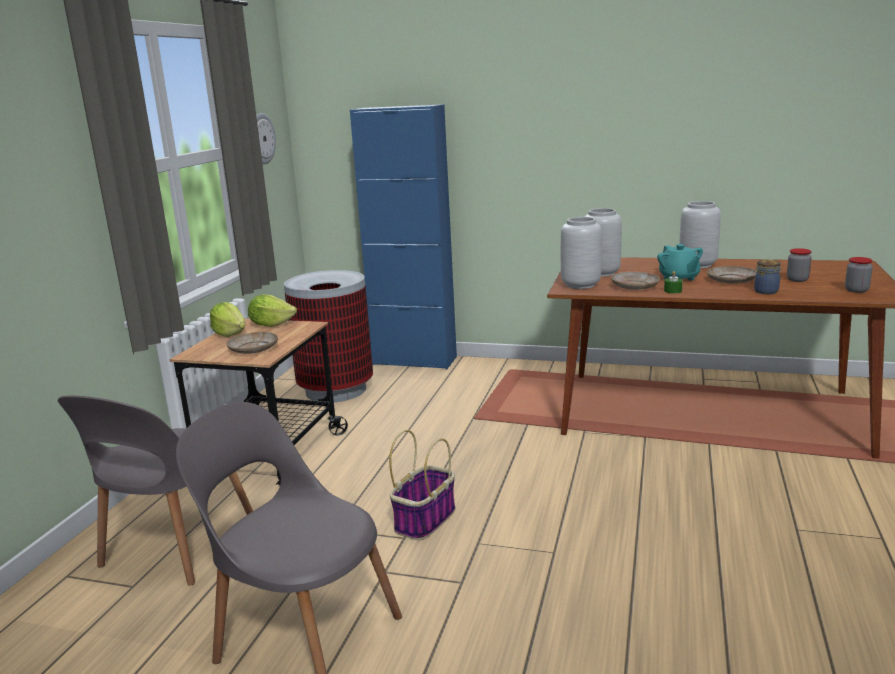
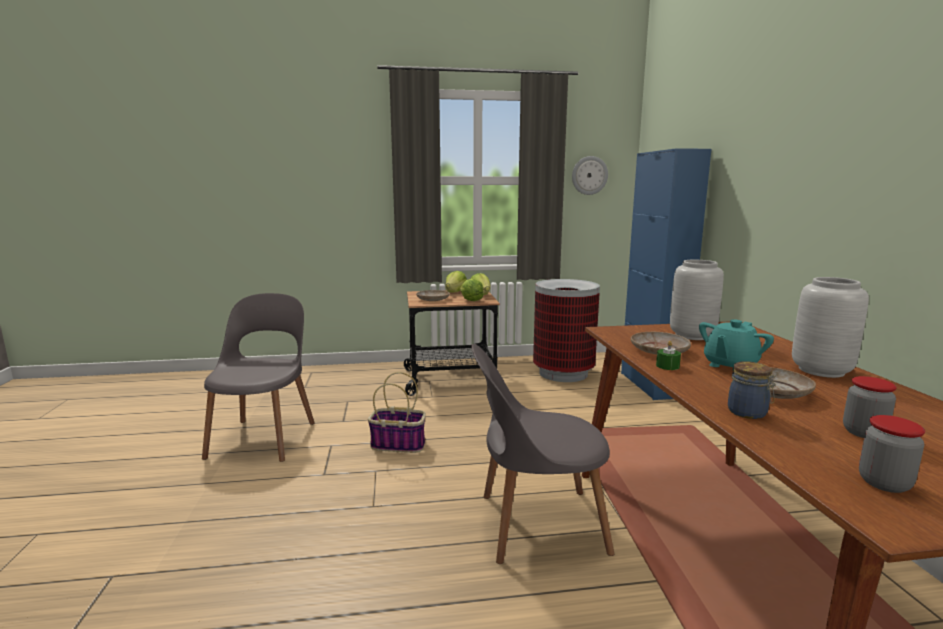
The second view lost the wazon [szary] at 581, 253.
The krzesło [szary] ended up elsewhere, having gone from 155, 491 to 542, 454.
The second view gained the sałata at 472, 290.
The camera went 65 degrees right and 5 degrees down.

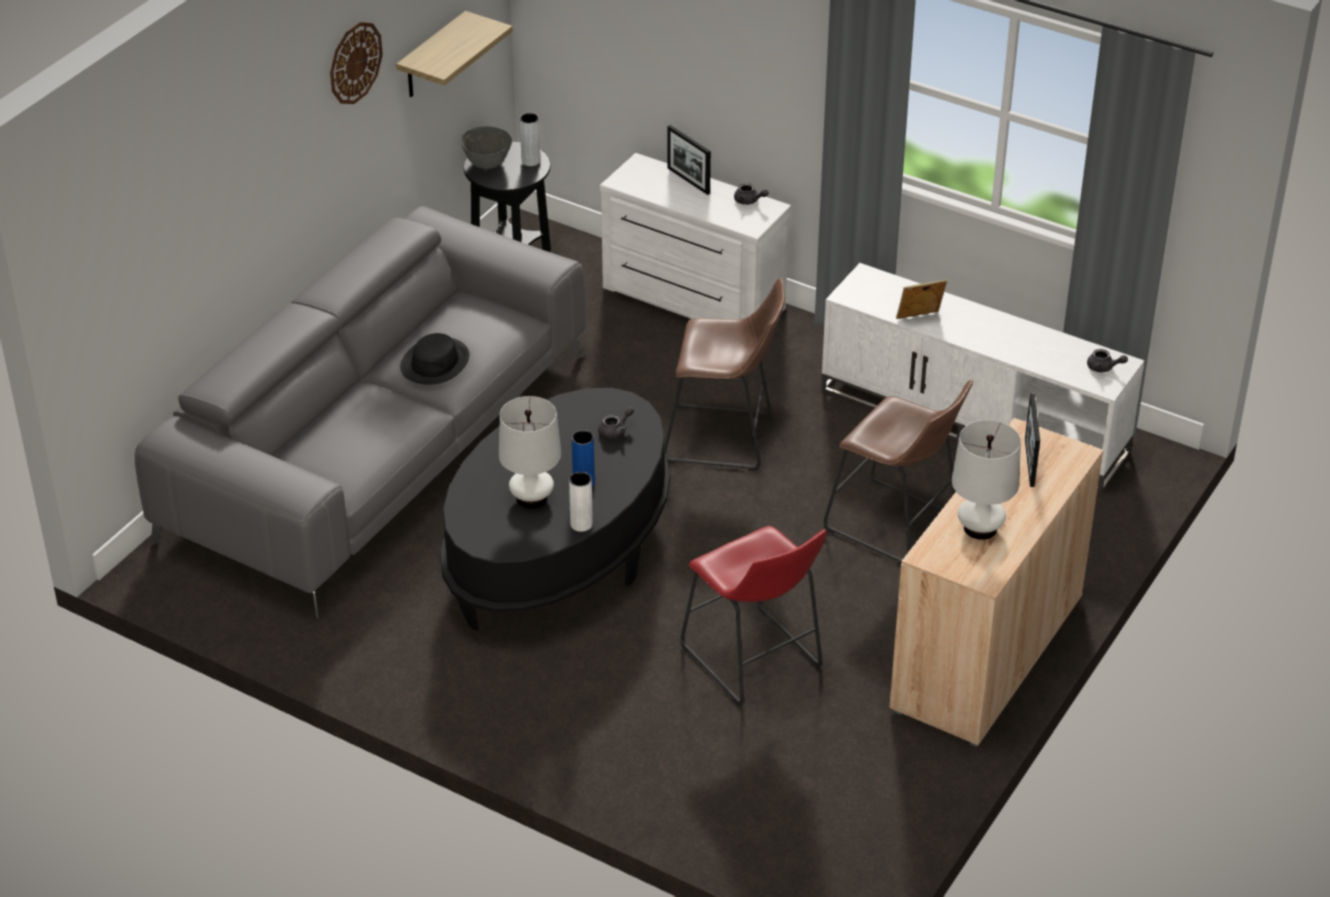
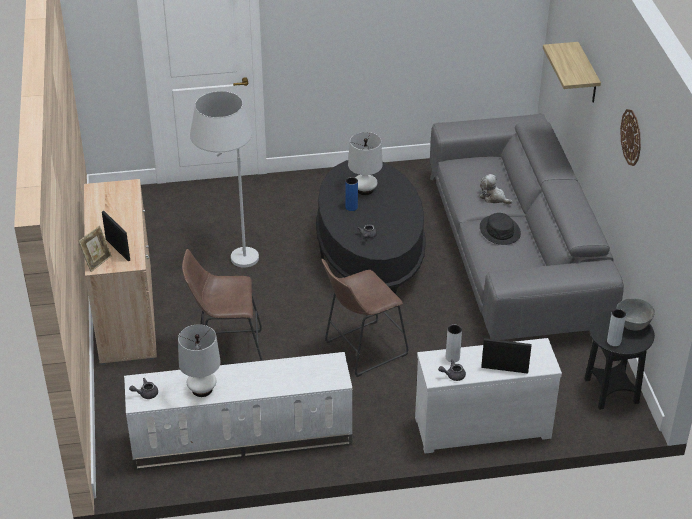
The półka ended up elsewhere, having gone from 454, 54 to 572, 72.
The ramka na zdjęcie ended up elsewhere, having gone from 921, 299 to 95, 249.
The lampa stołowa [biały] ended up elsewhere, having gone from 986, 480 to 199, 360.
The wazon [biały] ended up elsewhere, having gone from 581, 502 to 454, 343.
Where the stołek [czerwony] stood at 754, 616, the lampa stojąca [biały] came to stand at 224, 179.
The second view gained the pluszak at 496, 189.
The camera went 140 degrees right and 0 degrees up.

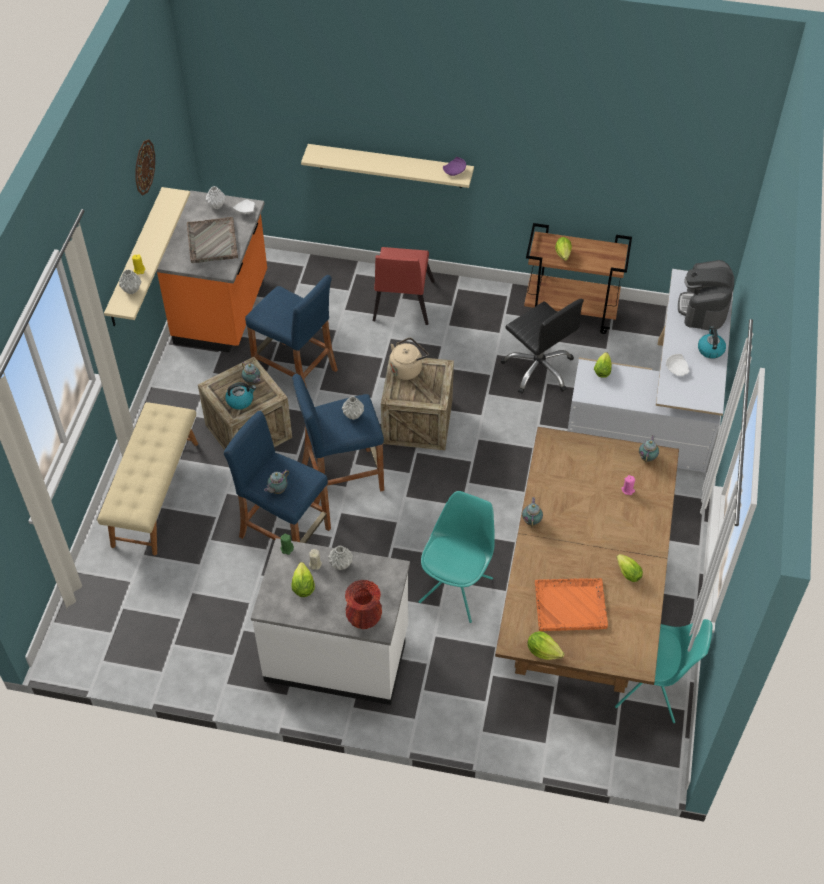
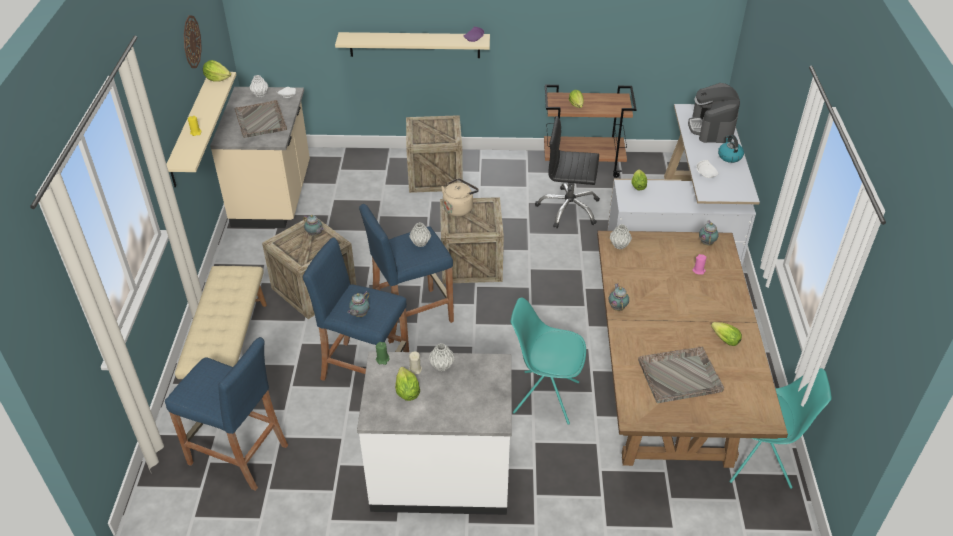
What was the zabudowa kuchenna [pomarańczowy] at 211, 272 turned into the zabudowa kuchenna [beżowy] at 260, 157.
Where the krzesło [czerwony] stood at 404, 286, the skrzynka came to stand at 434, 154.
The wazon [szary] ended up elsewhere, having gone from 130, 281 to 621, 236.
The stołek [niebieski] ended up elsewhere, having gone from 291, 331 to 226, 414.
The krzesło biurowe [czarny] at 542, 346 ended up facing another way, 150 degrees clockwise from before.
The second view lost the czajnik at 240, 396.
The krzesło [turkusowy] at 457, 557 ended up facing another way, 90 degrees counterclockwise from before.
What was the taca [pomarańczowy] at 571, 604 turned into the taca [szary] at 681, 375.
The second view lost the wazon [czerwony] at 363, 604.
The sałata ended up elsewhere, having gone from 545, 645 to 217, 71.
The camera went 10 degrees left and 10 degrees down.

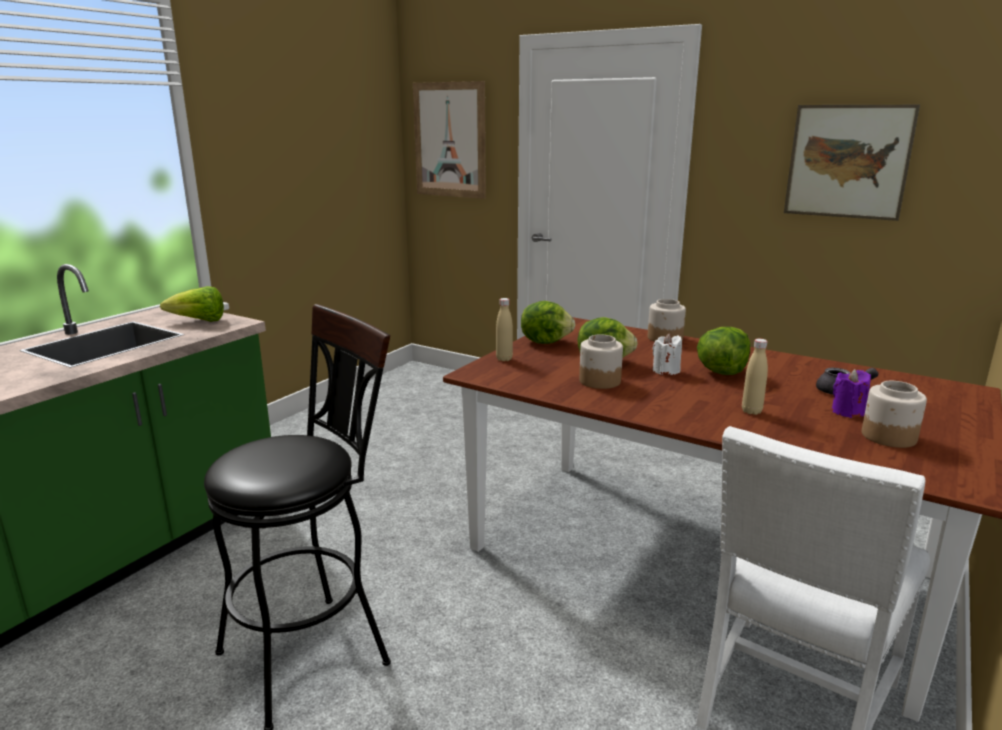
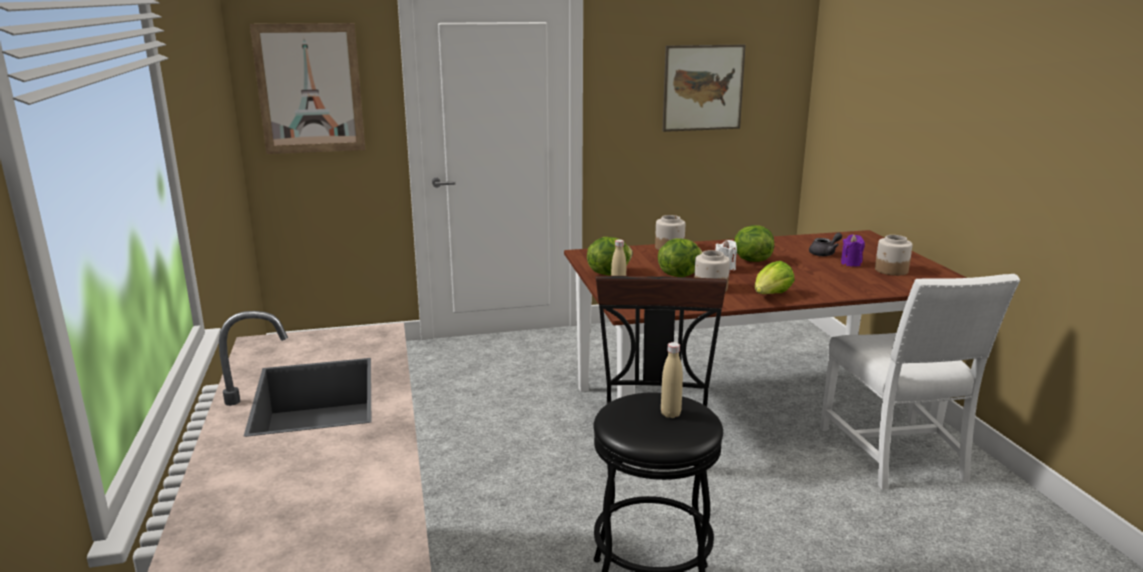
The sałata ended up elsewhere, having gone from 192, 304 to 775, 277.
The butelka [beżowy] ended up elsewhere, having gone from 755, 377 to 672, 380.
The camera went 45 degrees left and 0 degrees up.

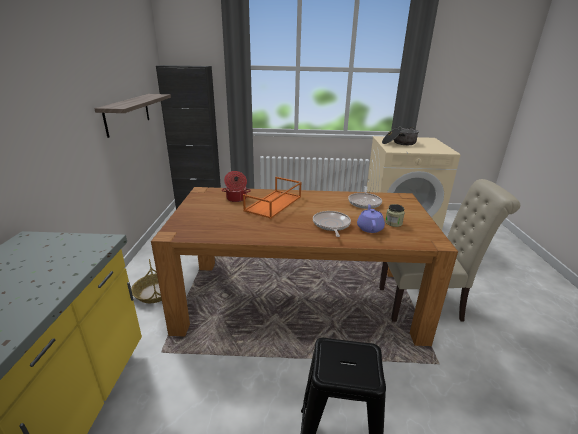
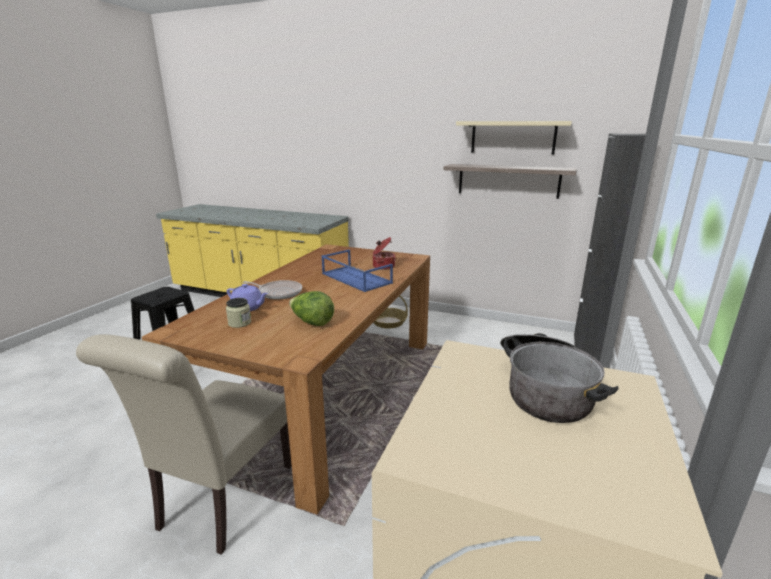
What was the taca [pomarańczowy] at 272, 198 turned into the taca [niebieski] at 357, 271.
Where the patelnia stood at 365, 197, the sałata came to stand at 311, 308.
The second view gained the półka [beżowy] at 514, 137.
The camera went 110 degrees right and 5 degrees down.

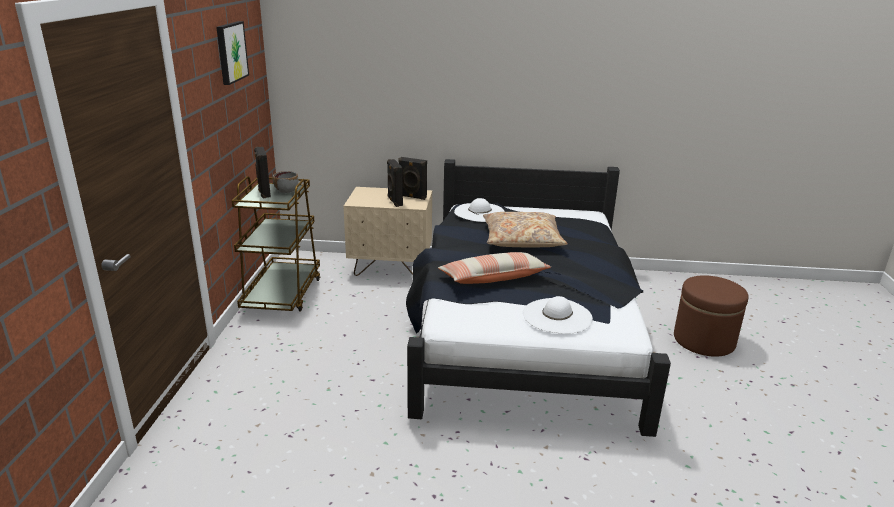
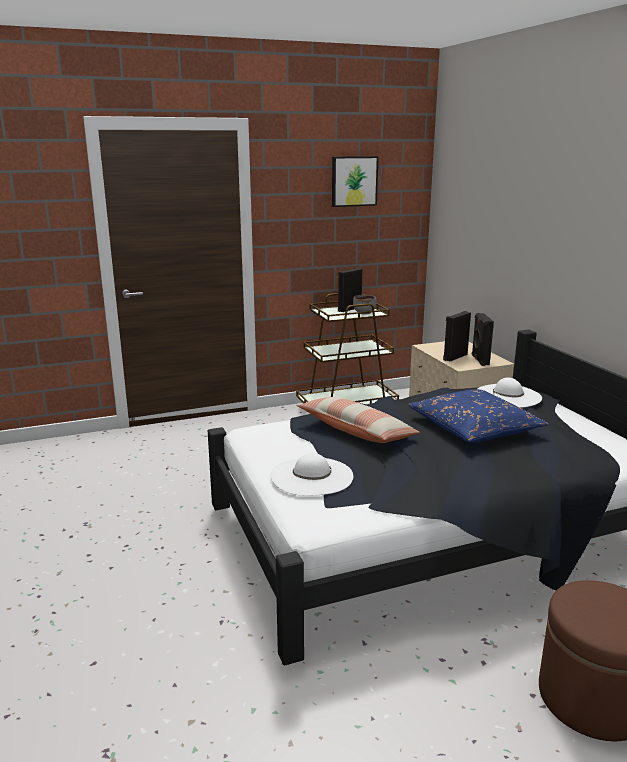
What was the poduszka [beżowy] at 525, 230 turned into the poduszka [niebieski] at 478, 415.
The camera went 65 degrees right and 5 degrees down.

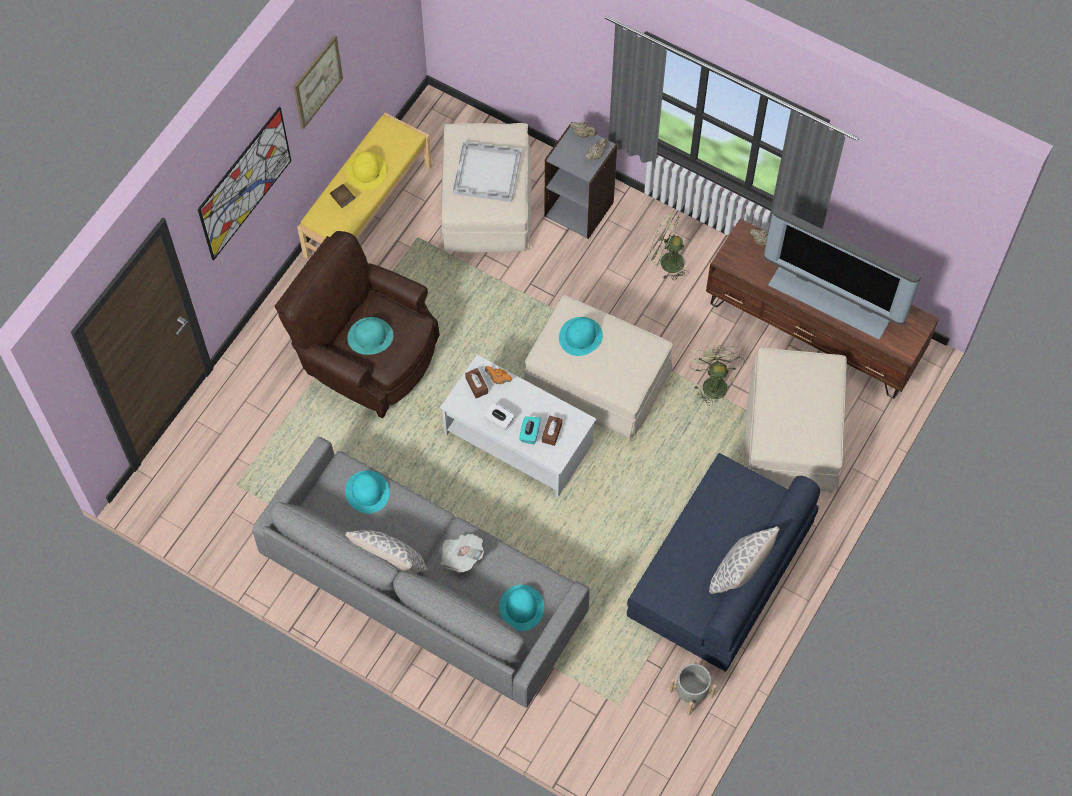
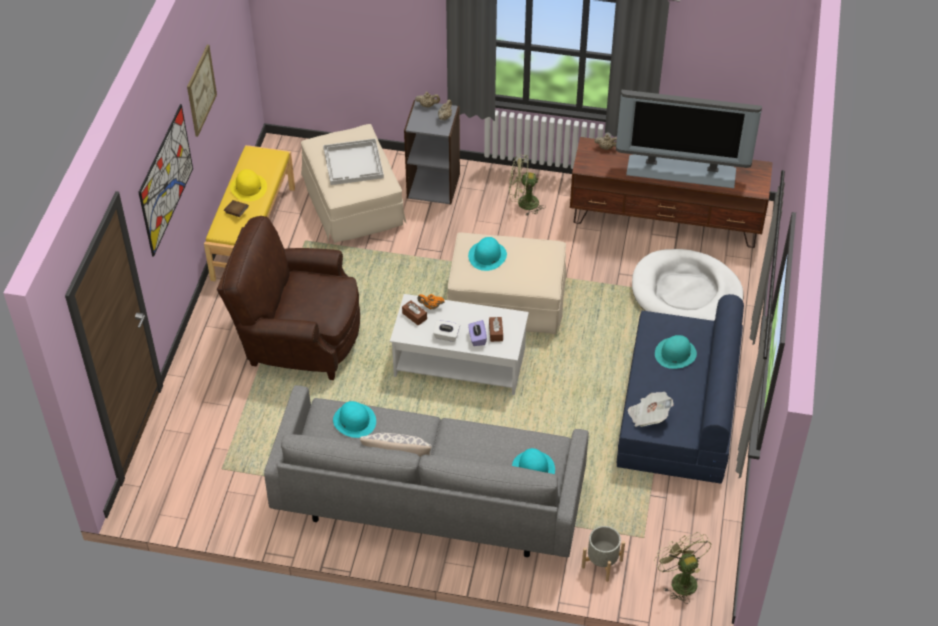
The kapelusz [turkusowy] ended up elsewhere, having gone from 370, 336 to 676, 352.
The wentylator [zielony] ended up elsewhere, having gone from 717, 375 to 682, 568.
Where the pufa [beżowy] stood at 795, 420, the legowisko [biały] came to stand at 688, 285.
What was the pudełko chusteczek [turkusowy] at 530, 430 turned into the pudełko chusteczek [fioletowy] at 477, 333.
The second view lost the poduszka at 744, 560.
The gazeta ended up elsewhere, having gone from 462, 552 to 650, 409.
The donica [szary] ended up elsewhere, having gone from 692, 688 to 603, 554.
The camera went 20 degrees left and 15 degrees down.

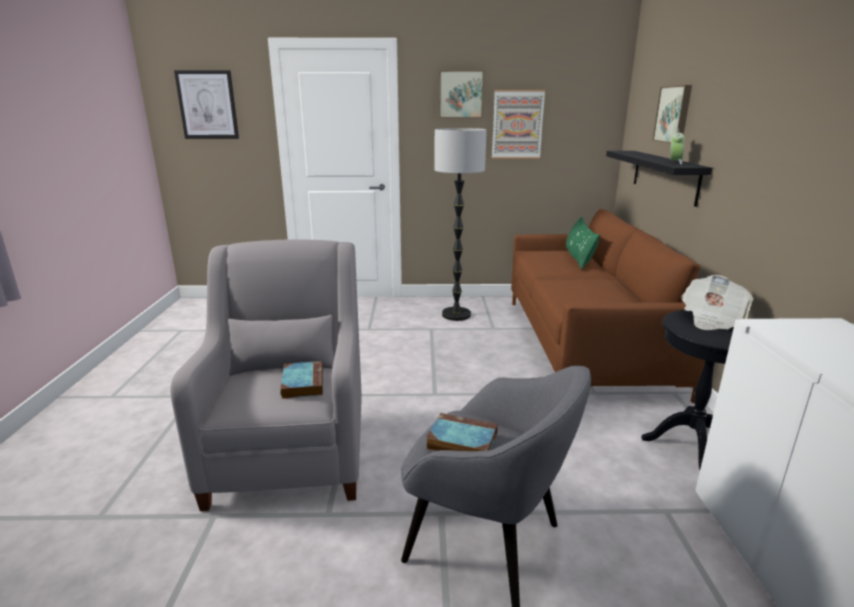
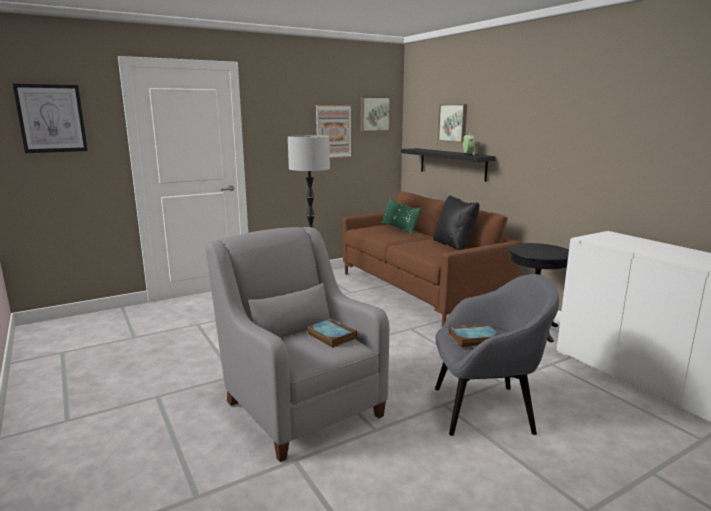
The obraz ended up elsewhere, having gone from 461, 94 to 376, 114.
The second view lost the gazeta at 717, 302.
The second view gained the poduszka [czarny] at 456, 222.
The camera went 30 degrees left and 5 degrees down.

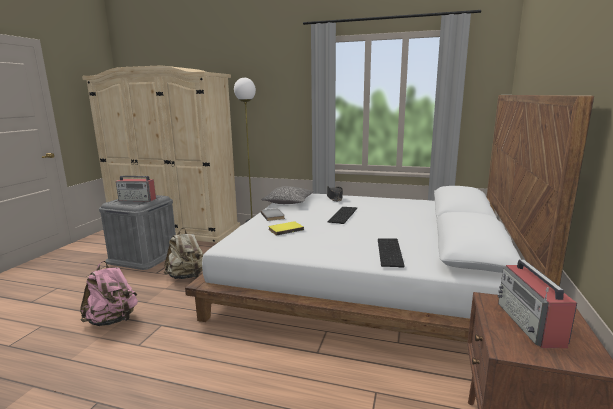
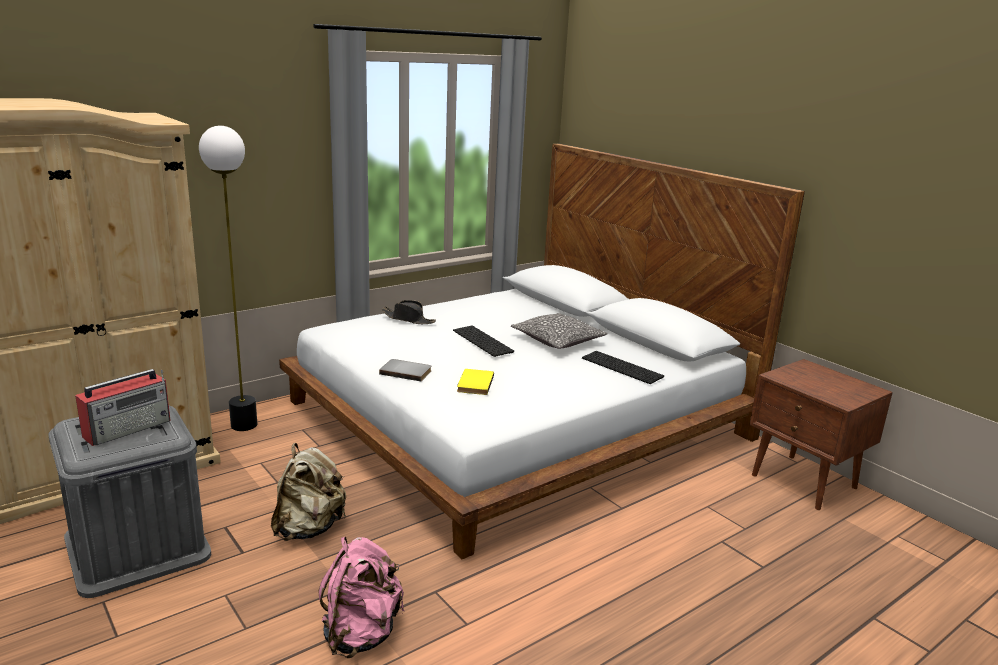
The poduszka ended up elsewhere, having gone from 288, 195 to 559, 331.
The second view lost the radio at 537, 303.
The camera went 55 degrees left and 5 degrees up.

